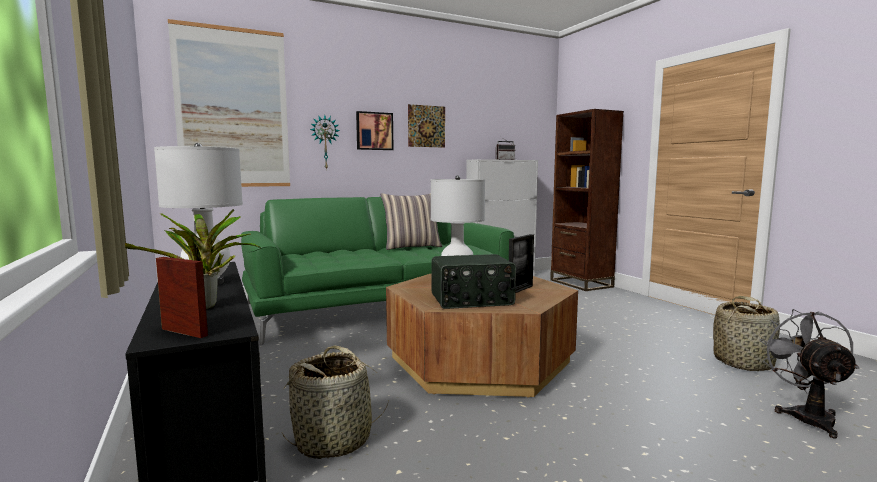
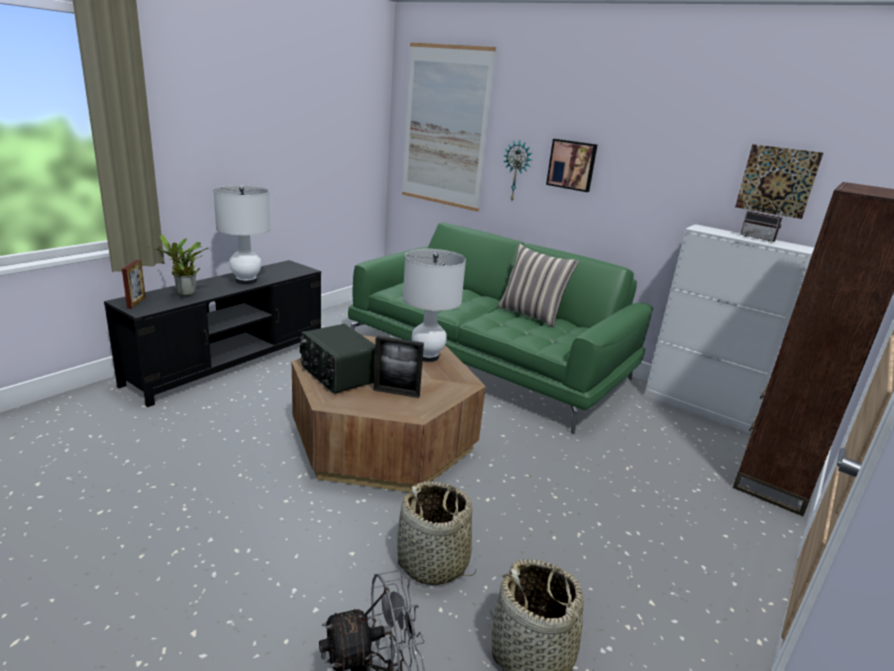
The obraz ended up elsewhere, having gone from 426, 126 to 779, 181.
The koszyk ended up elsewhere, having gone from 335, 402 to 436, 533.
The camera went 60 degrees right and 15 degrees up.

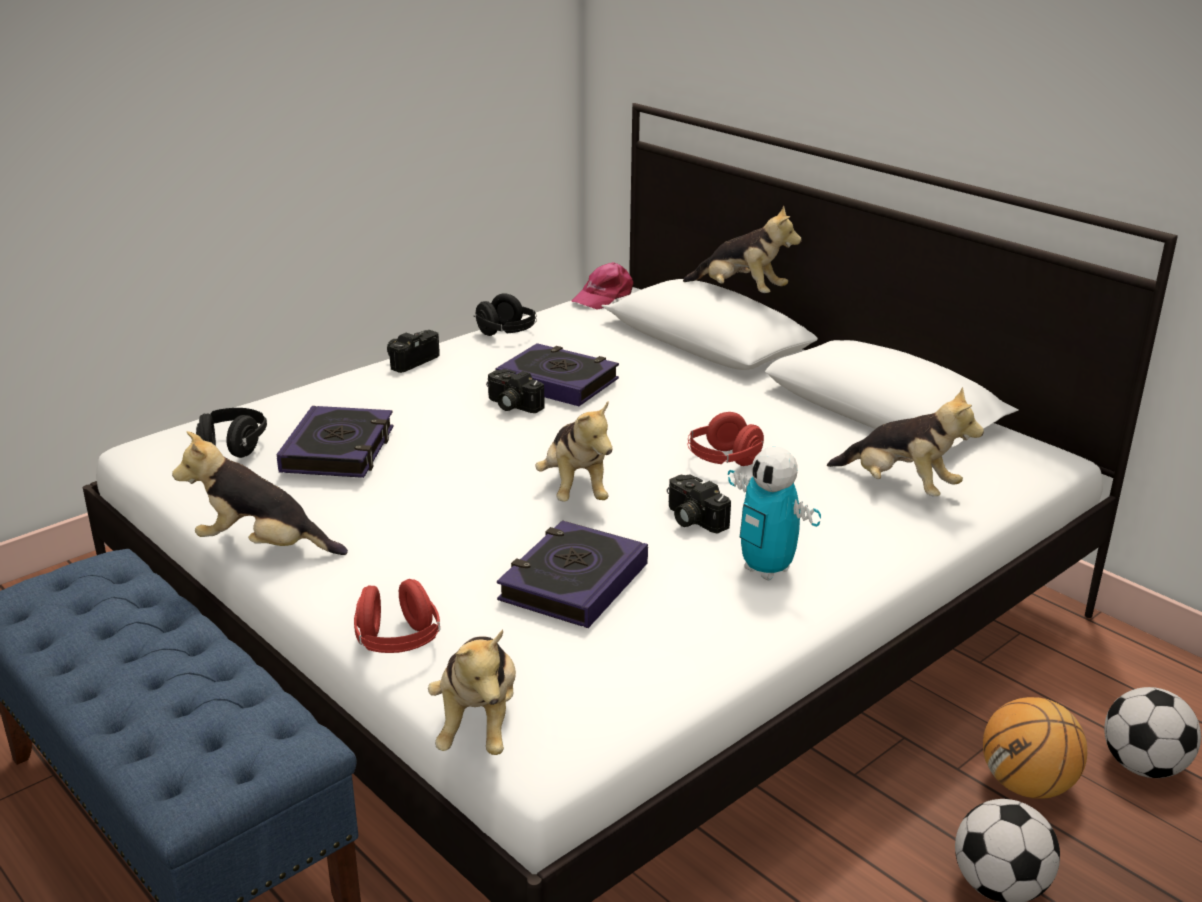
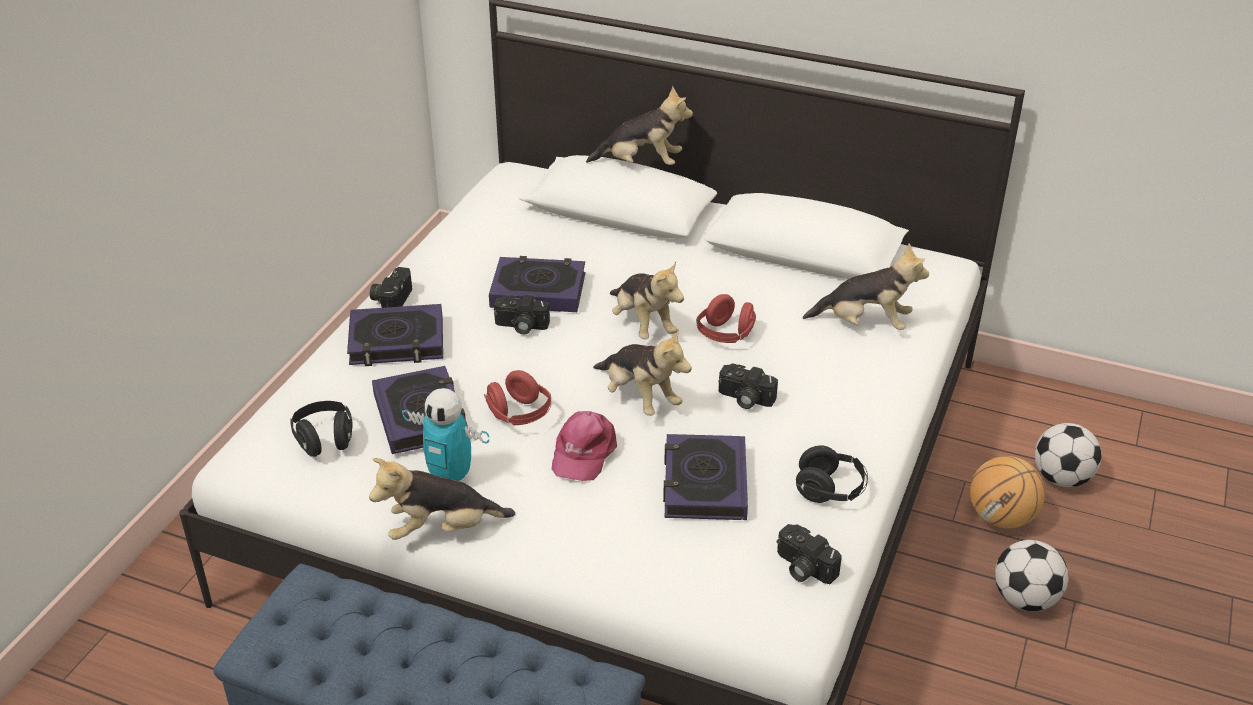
The czapka z daszkiem [różowy] ended up elsewhere, having gone from 602, 286 to 584, 446.
The słuchawki [czarny] ended up elsewhere, having gone from 505, 314 to 832, 474.
The robot zabawkowy ended up elsewhere, having gone from 774, 514 to 445, 434.
The słuchawki [czerwony] ended up elsewhere, having gone from 397, 616 to 517, 397.
The pluszak ended up elsewhere, having gone from 472, 692 to 647, 300.
The second view gained the książka at 395, 335.
The second view gained the aparat fotograficzny at 809, 554.
The camera went 25 degrees left and 10 degrees up.

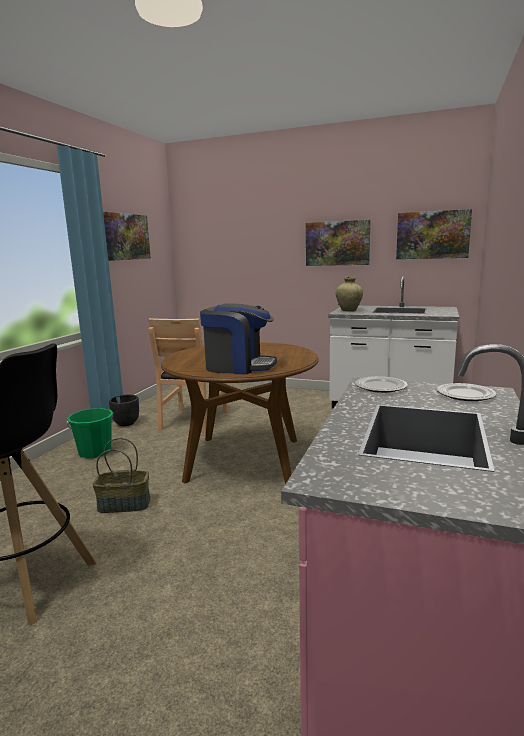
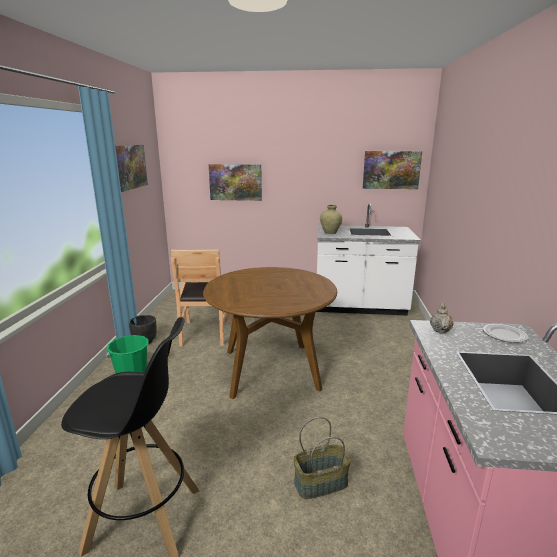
The obraz ended up elsewhere, having gone from 338, 243 to 235, 182.
The second view lost the ekspres do kawy at 238, 338.
Where the talerz stood at 381, 384, the imbryk [beżowy] came to stand at 442, 318.
The koszyk ended up elsewhere, having gone from 121, 475 to 322, 458.
The camera went 15 degrees left and 5 degrees up.

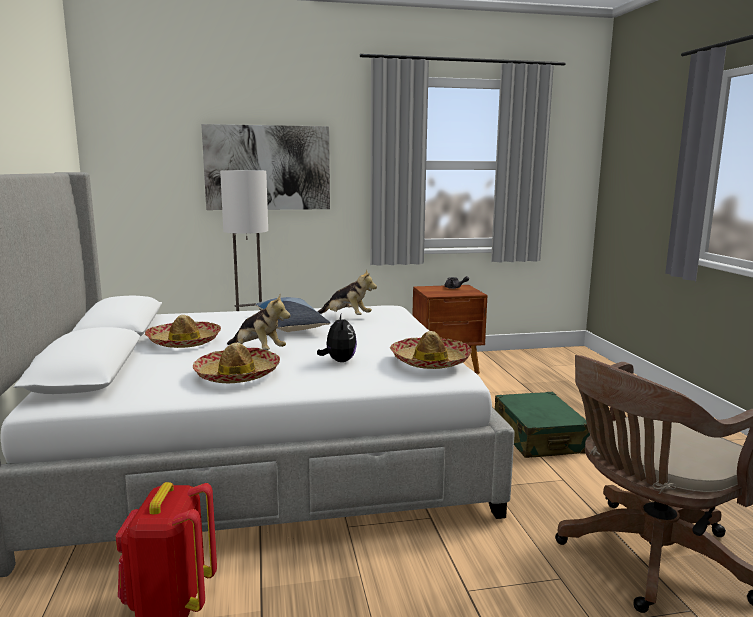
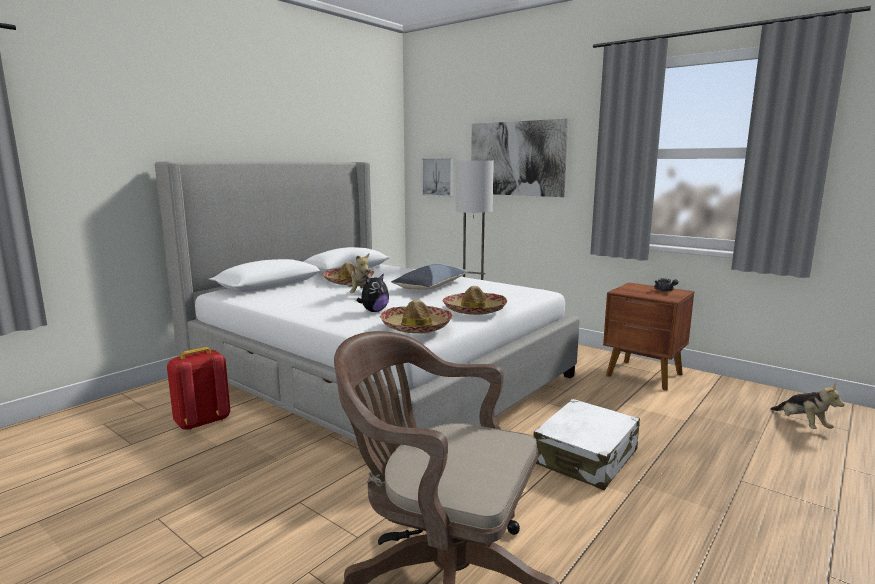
The pluszak ended up elsewhere, having gone from 347, 292 to 807, 406.
The kapelusz ended up elsewhere, having gone from 236, 363 to 475, 300.
What was the walizka [zielony] at 542, 425 turned into the walizka [biały] at 586, 444.
The second view gained the obraz at 438, 177.
The camera went 50 degrees right and 0 degrees up.

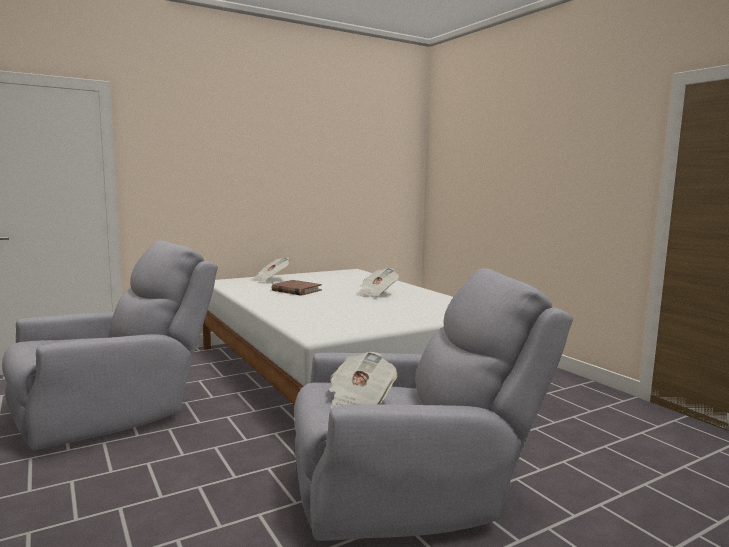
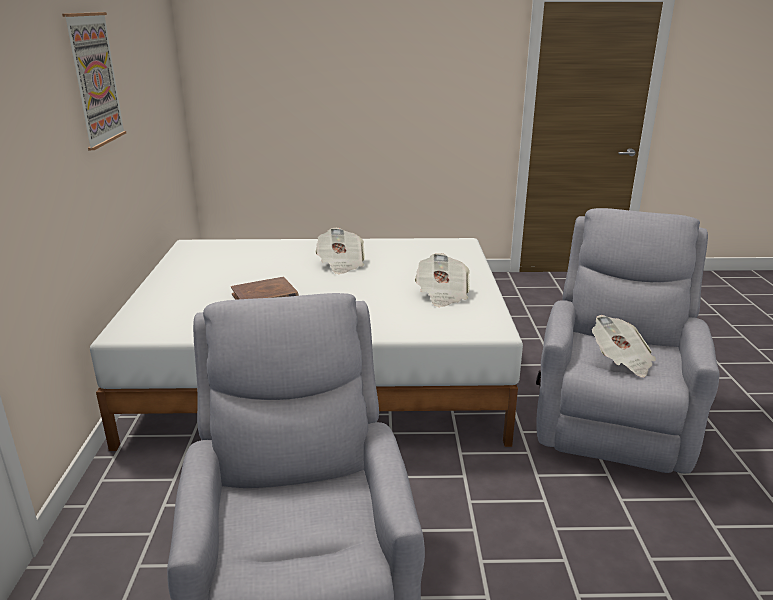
The gazeta ended up elsewhere, having gone from 270, 269 to 442, 280.
The second view gained the obraz at 94, 81.
The camera went 60 degrees left and 15 degrees up.

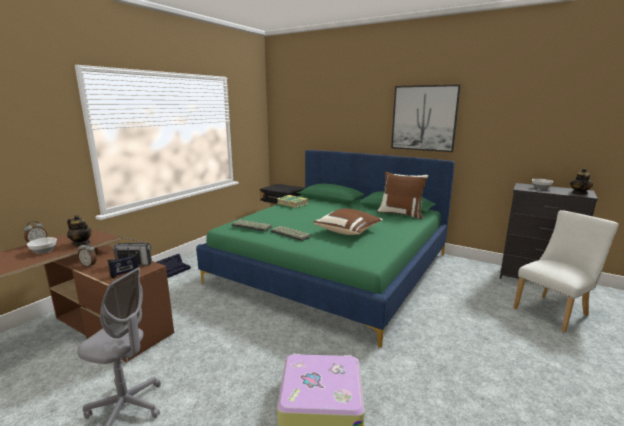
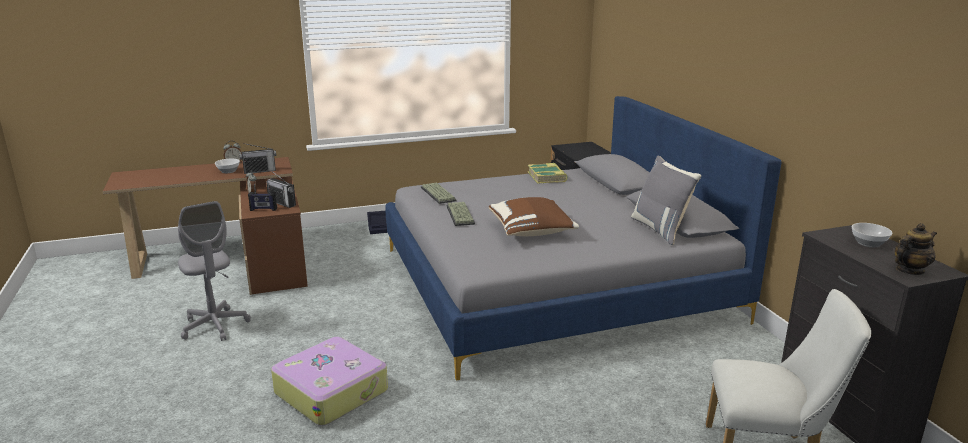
The second view lost the obraz at 426, 118.
What was the łóżko [zielony] at 325, 249 turned into the łóżko [szary] at 583, 238.
What was the poduszka [brązowy] at 402, 195 turned into the poduszka [szary] at 666, 200.
Where the imbryk stood at 79, 230, the radio came to stand at 257, 159.
The camera went 40 degrees right and 5 degrees up.

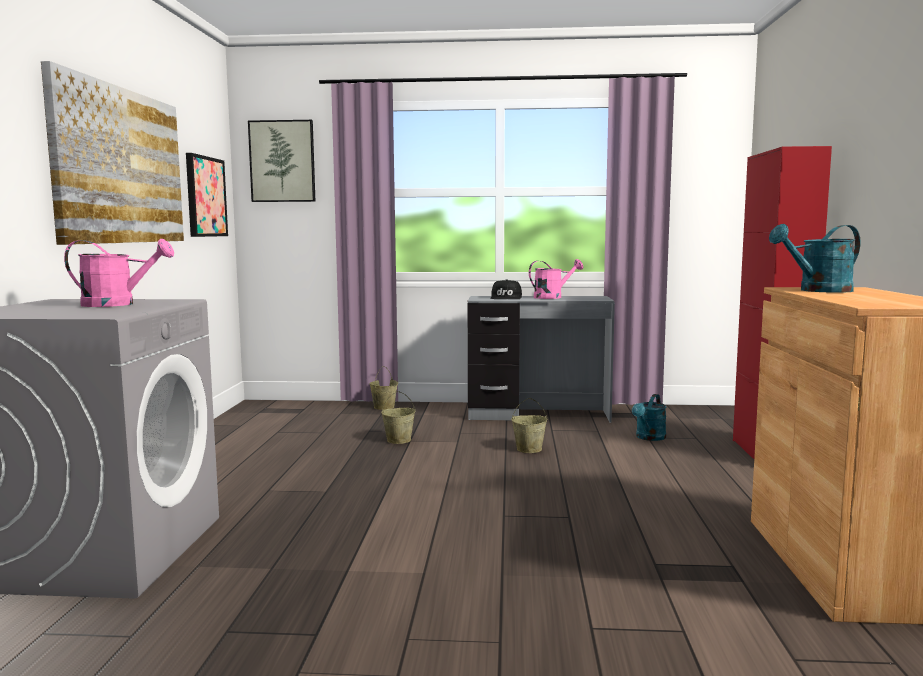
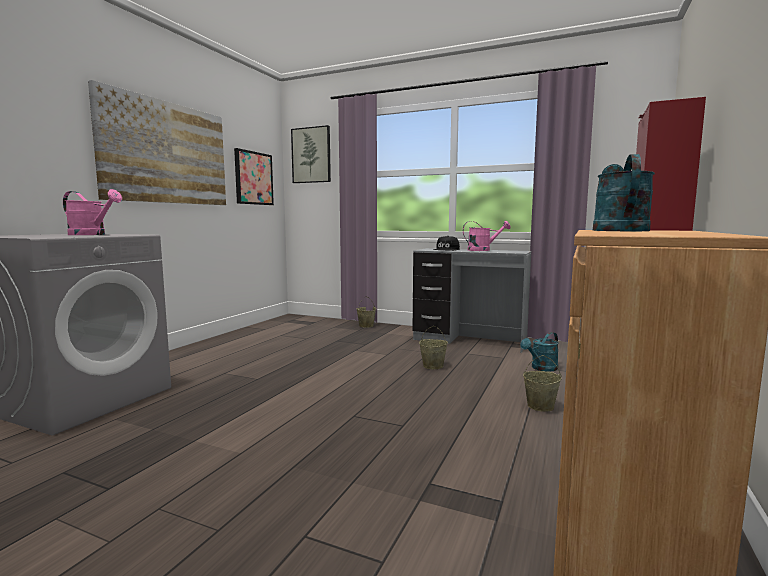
The konewka [turkusowy] at 815, 258 ended up facing another way, 105 degrees clockwise from before.
The wiadro [beżowy] ended up elsewhere, having gone from 398, 417 to 542, 383.
The camera went 20 degrees right and 0 degrees up.

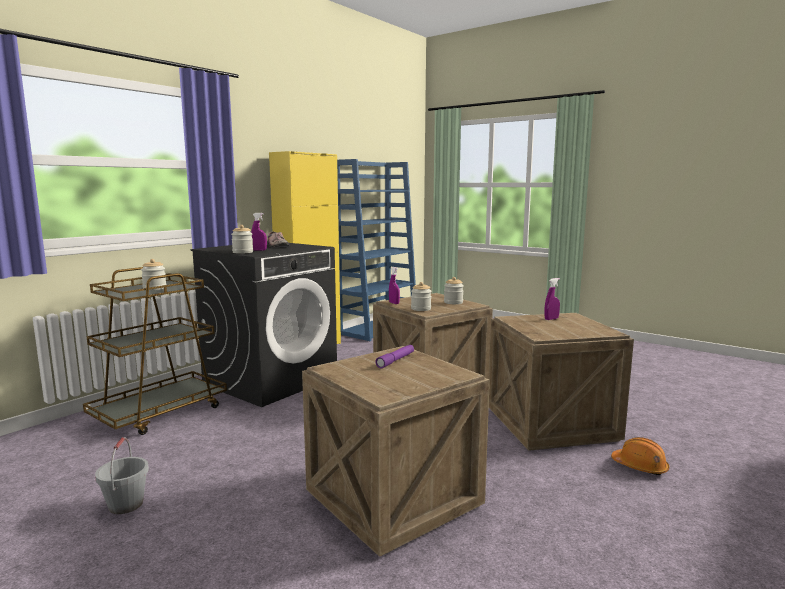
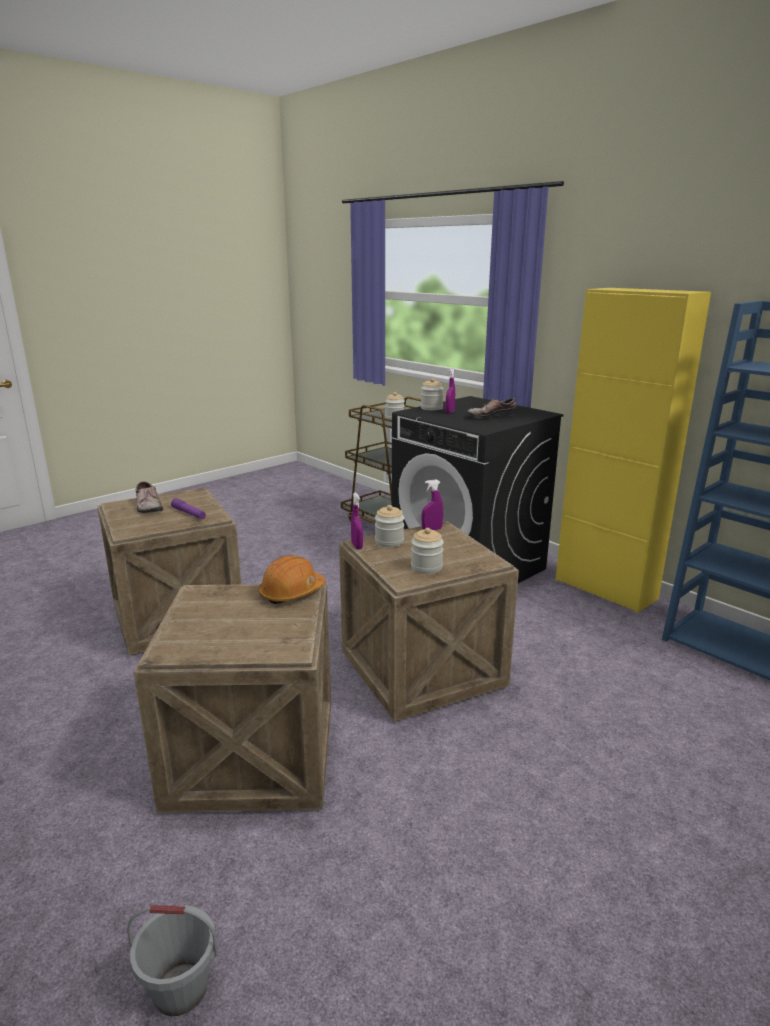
The spryskiwacz [fioletowy] ended up elsewhere, having gone from 552, 299 to 357, 521.
The wiadro [szary] ended up elsewhere, having gone from 122, 475 to 172, 960.
The kask [pomarańczowy] ended up elsewhere, having gone from 640, 456 to 292, 579.
The second view gained the but at 149, 497.
The camera went 100 degrees right and 10 degrees up.

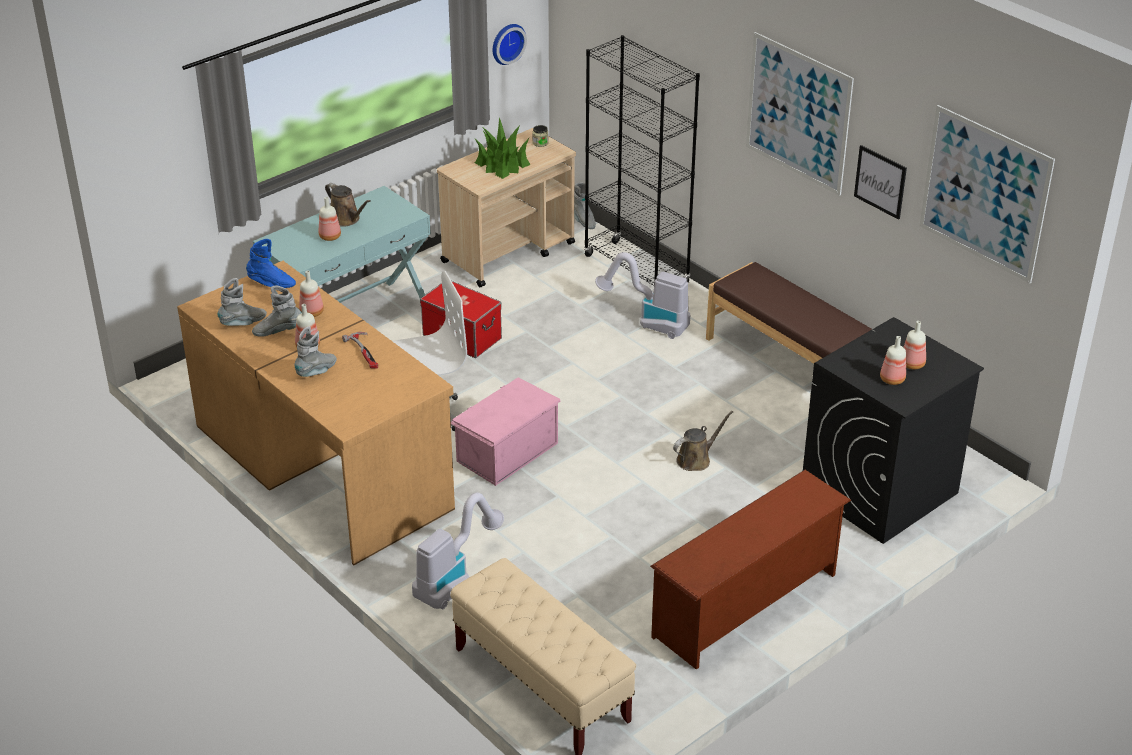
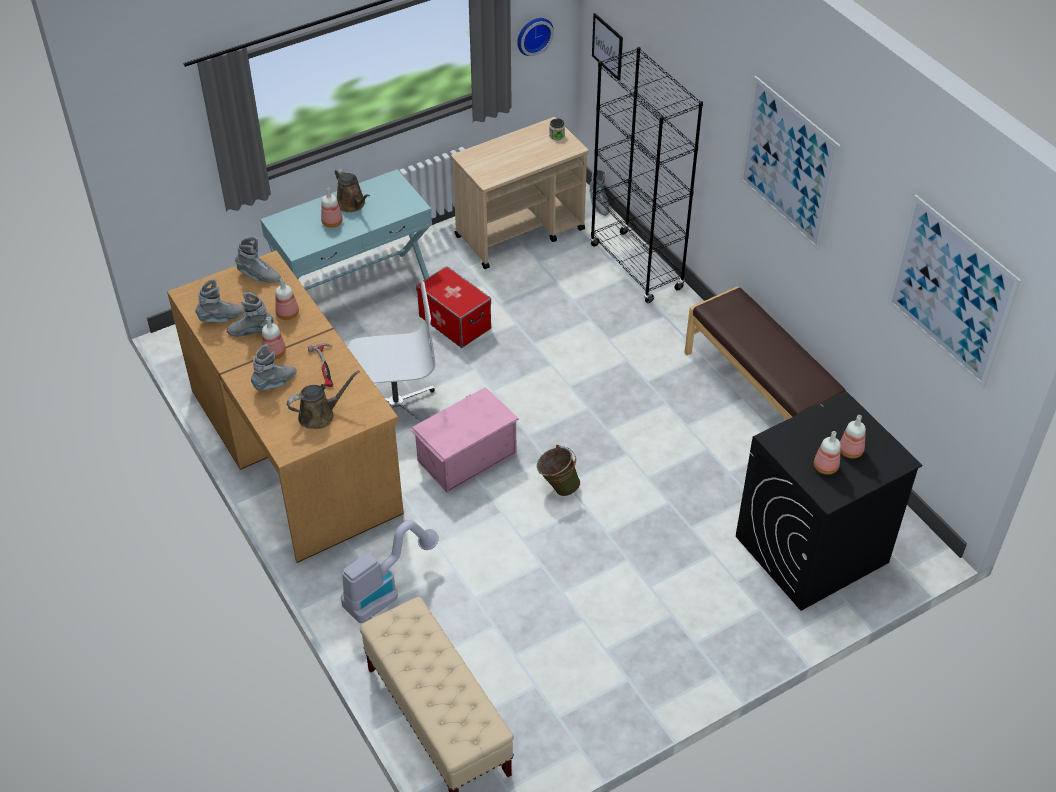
The second view lost the roślina doniczkowa at 502, 148.
The obraz ended up elsewhere, having gone from 880, 182 to 607, 47.
What was the but z cholewką [niebieski] at 271, 263 turned into the but z cholewką [szary] at 258, 259.
The second view lost the odkurzacz at 642, 295.
The konewka [brązowy] ended up elsewhere, having gone from 703, 441 to 323, 399.
The second view lost the regał na buty [brązowy] at 750, 570.
The second view gained the wiadro [zielony] at 558, 470.
The camera went 10 degrees right and 10 degrees up.

